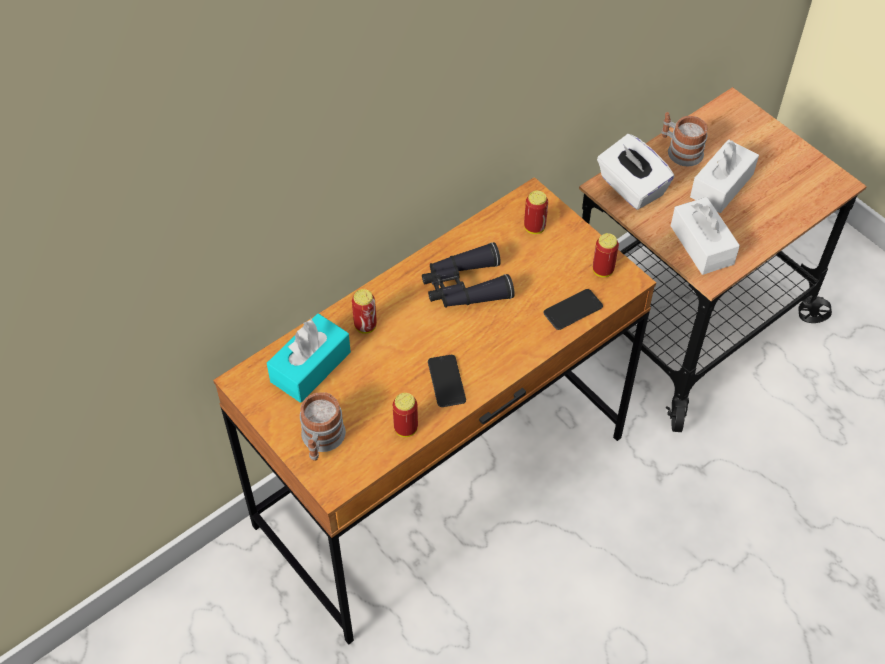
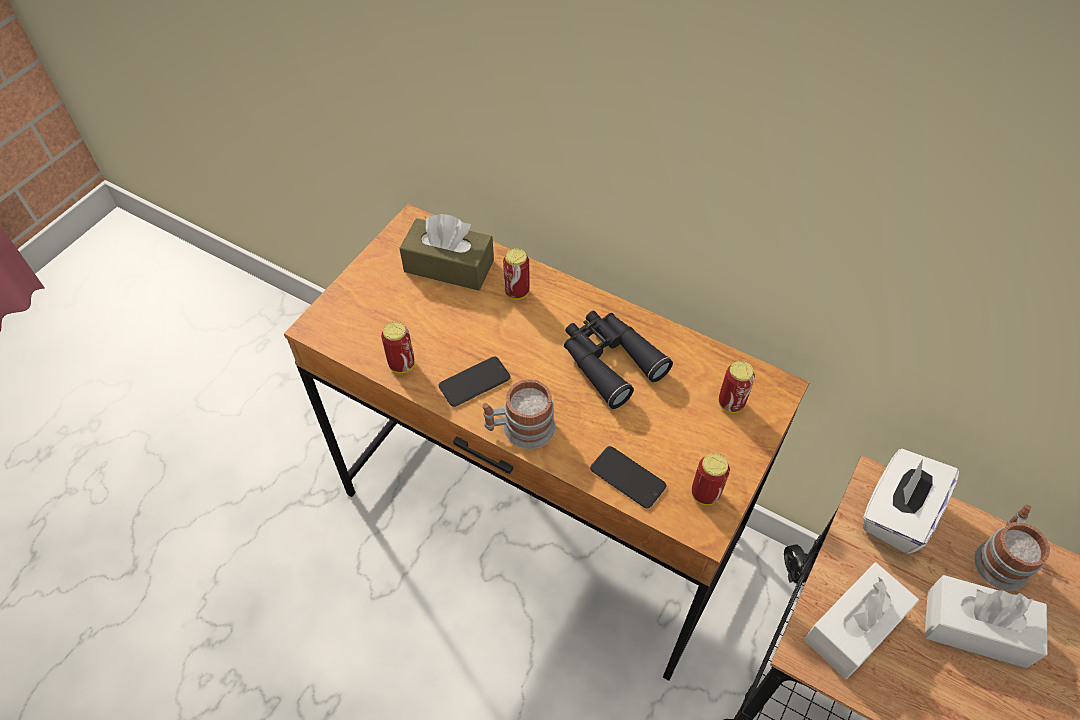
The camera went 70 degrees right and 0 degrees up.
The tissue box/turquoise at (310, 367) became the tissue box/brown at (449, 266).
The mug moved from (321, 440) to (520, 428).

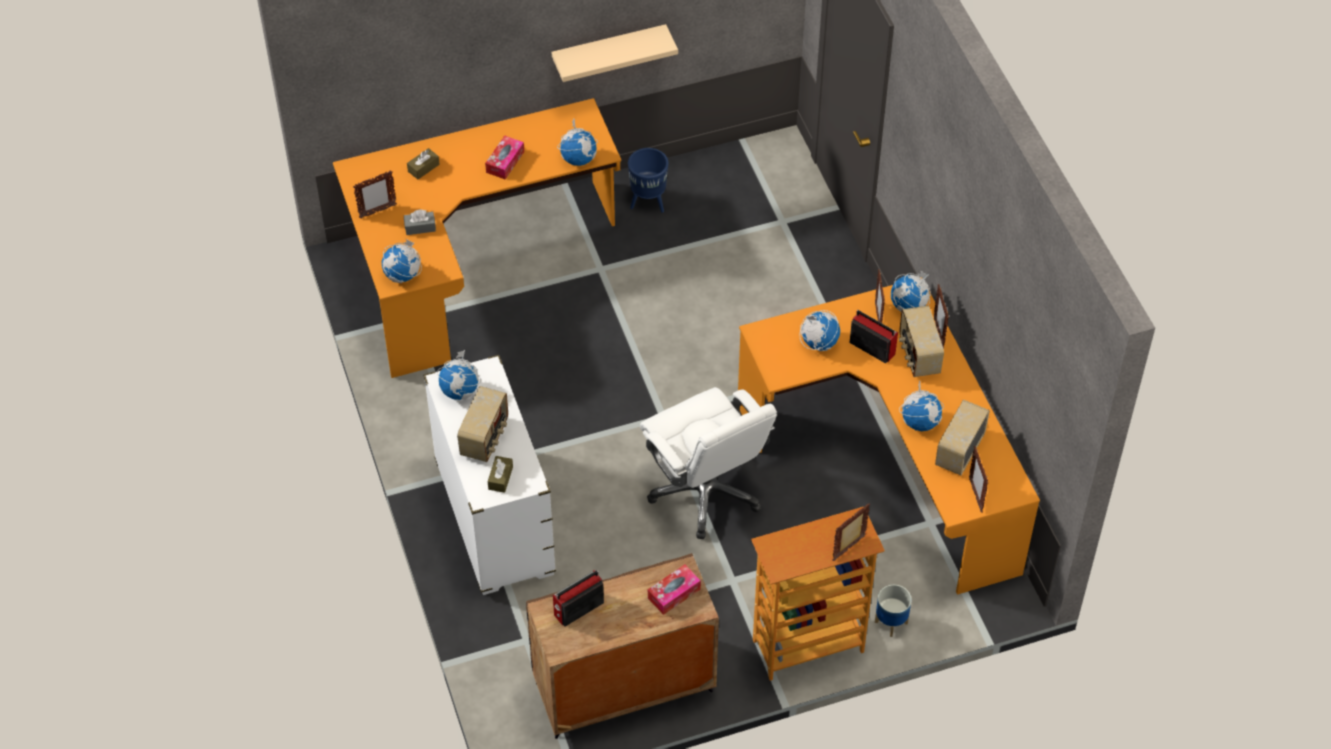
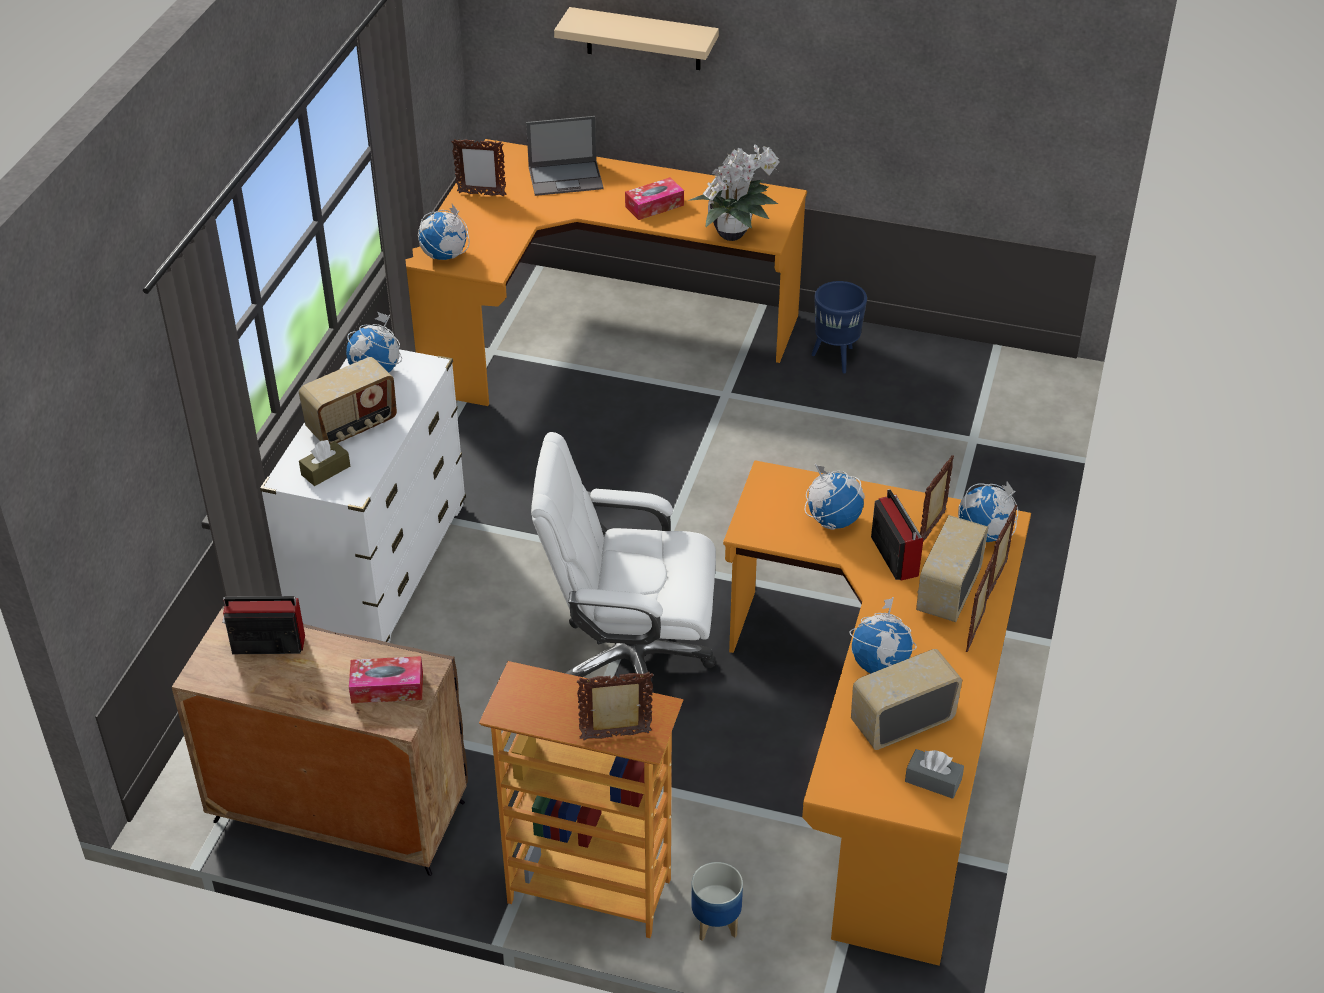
The camera went 35 degrees right and 10 degrees down.
The tissue box/grey moved from (420, 227) to (933, 780).
The tissue box/brown at (423, 168) was replaced by the laptop at (566, 178).
The shelf/beige moved from (609, 51) to (643, 39).
The globe at (578, 159) was replaced by the potted plant at (734, 234).
The office chair/white at (706, 492) turned 90 degrees clockwise.
The picture frame moved from (975, 495) to (976, 631).

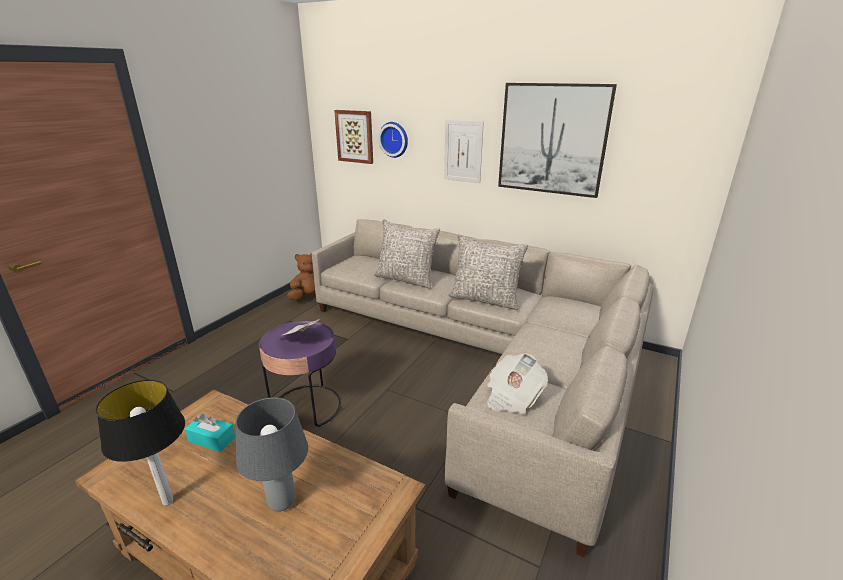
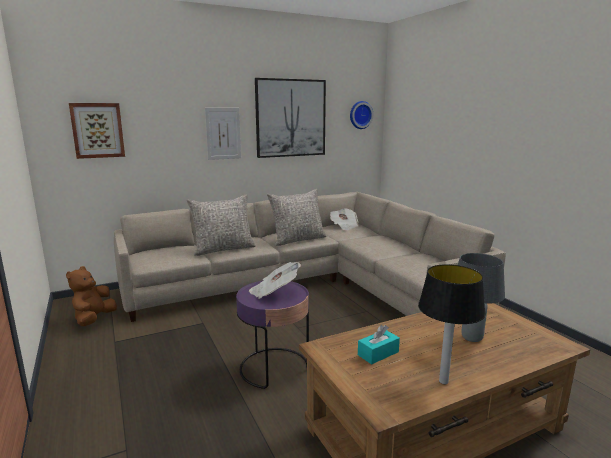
The camera went 55 degrees left and 10 degrees down.
The wall clock moved from (394, 139) to (360, 115).
The newspaper moved from (512, 396) to (344, 226).

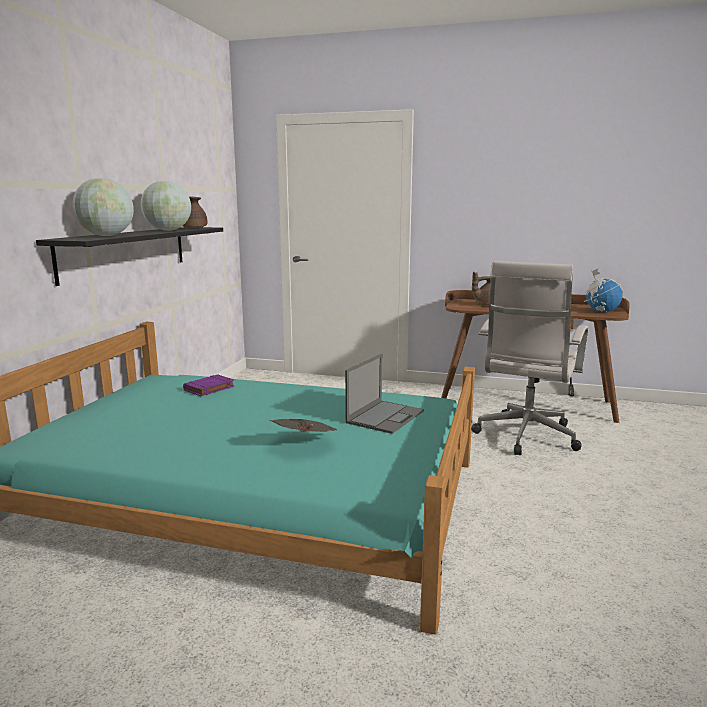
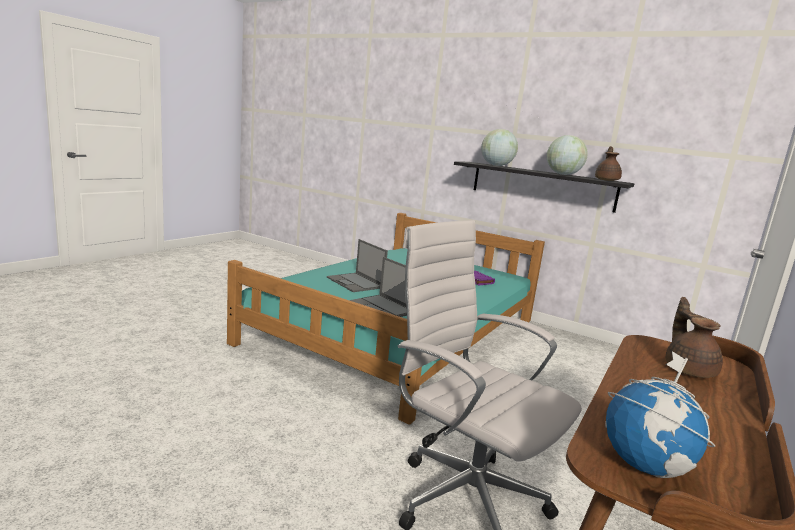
The camera went 105 degrees right and 0 degrees up.
The newspaper at (305, 443) was replaced by the laptop at (355, 283).

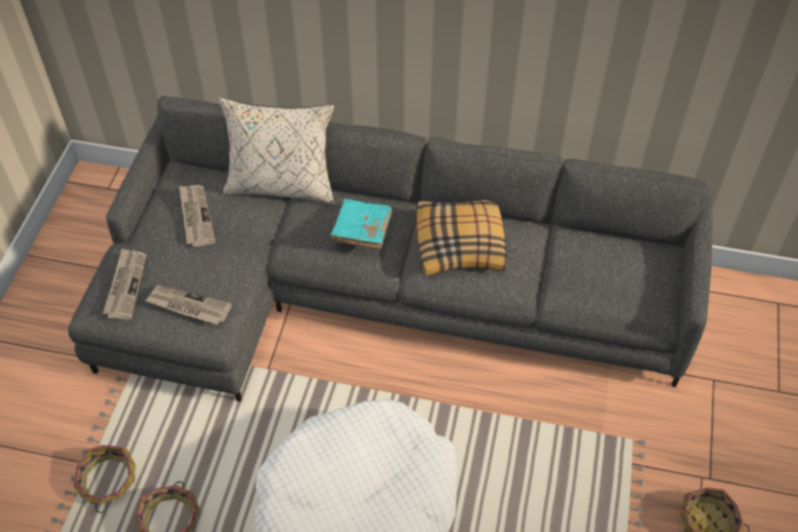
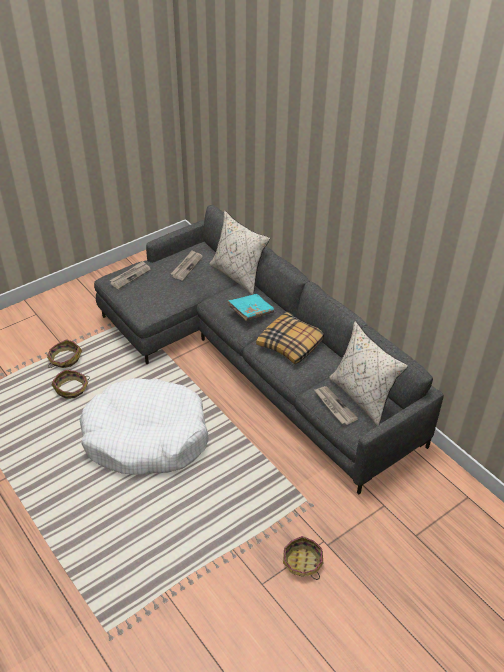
The camera went 40 degrees right and 10 degrees down.
The newspaper moved from (188, 306) to (334, 406).
The pillow/beige at (362, 396) appeared.

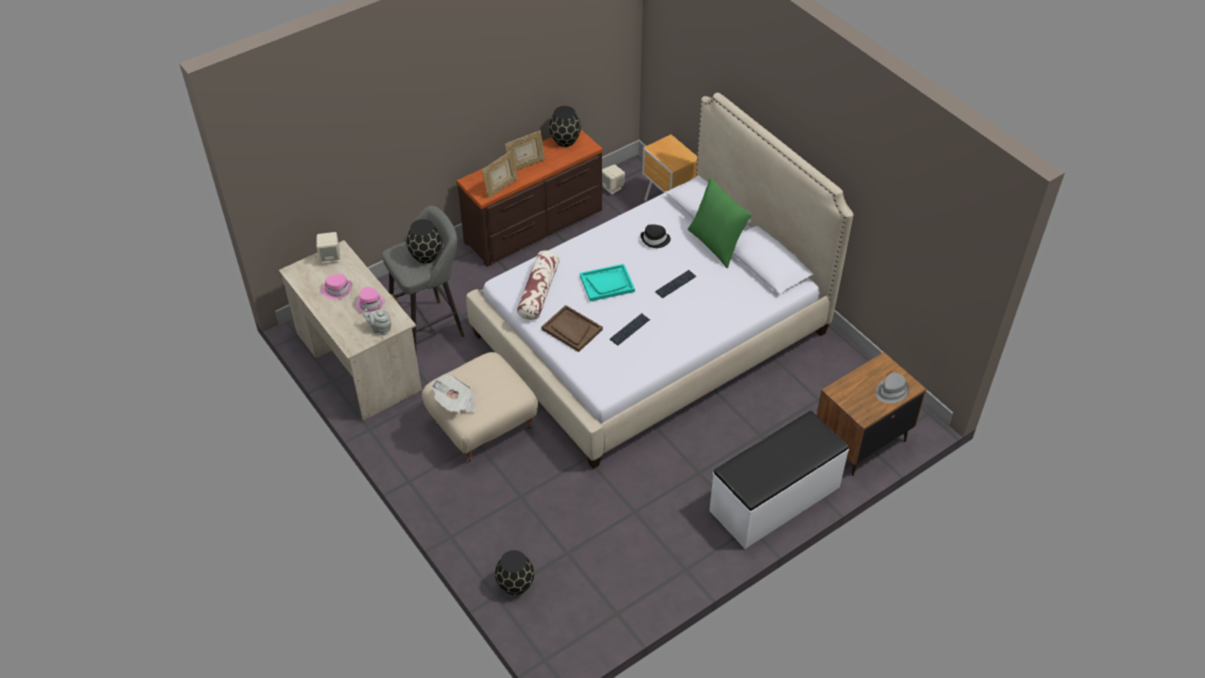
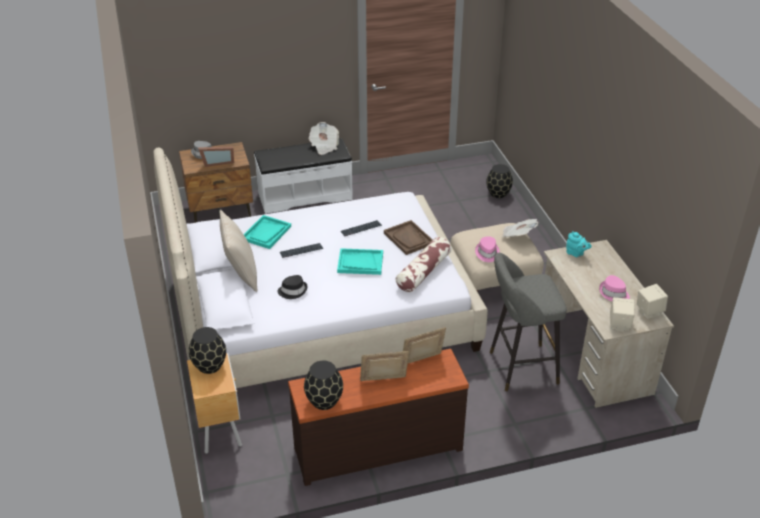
The camera went 160 degrees left and 10 degrees down.
The hat/pink moved from (370, 303) to (487, 253).
The teapot/grey at (380, 329) became the teapot/turquoise at (576, 253).
The vase/black moved from (425, 256) to (210, 365).
The speaker/beige moved from (612, 187) to (649, 311).
The pillow/green at (716, 244) became the pillow/beige at (241, 274).
The picture frame at (217, 162) appeared.
The tray/turquoise at (266, 233) appeared.
The newspaper at (324, 146) appeared.

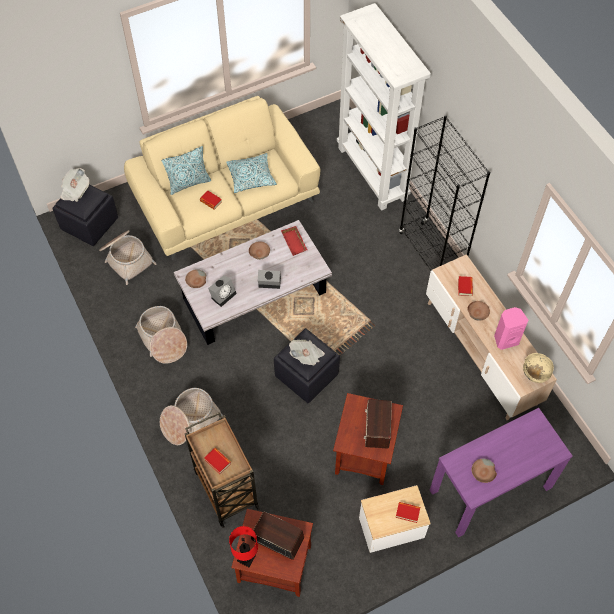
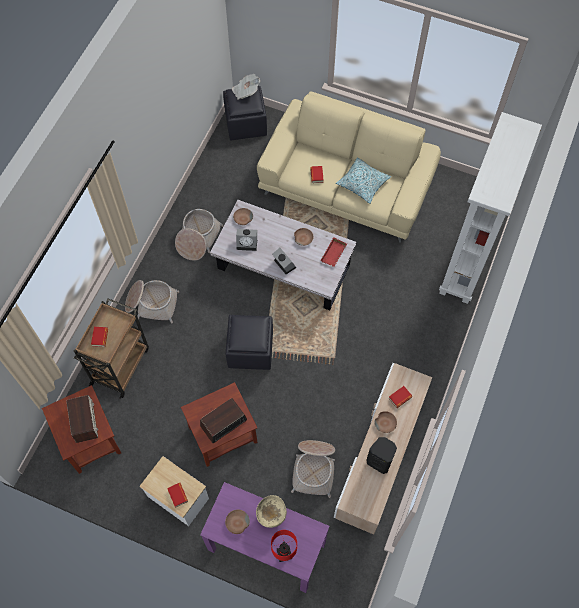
The camera went 50 degrees right and 5 degrees up.
The basket moved from (126, 258) to (314, 468).
The pillow at (189, 183) disappeared.
The table lamp/red moved from (246, 558) to (284, 553).
The newspaper at (306, 356) disappeared.
The bookcase/black at (431, 254) disappeared.
The speaker/pink at (505, 339) became the speaker/black at (380, 461).
The bowl/beige moved from (534, 376) to (271, 515).

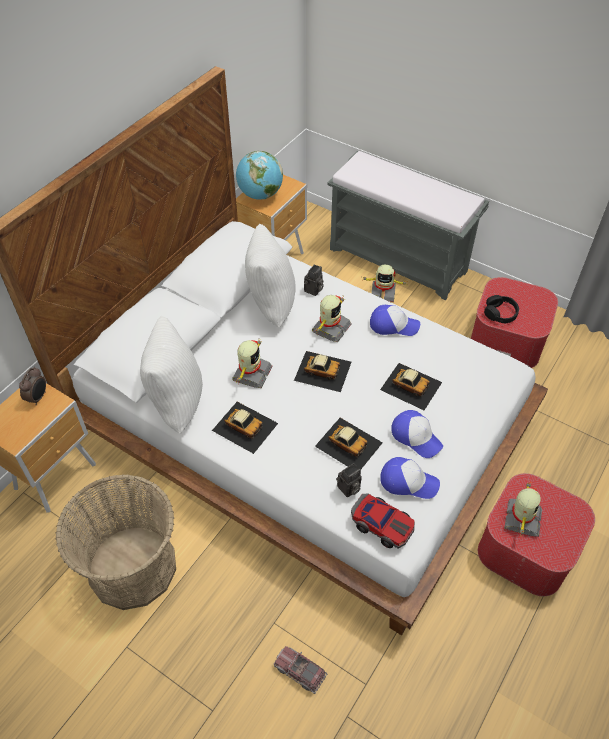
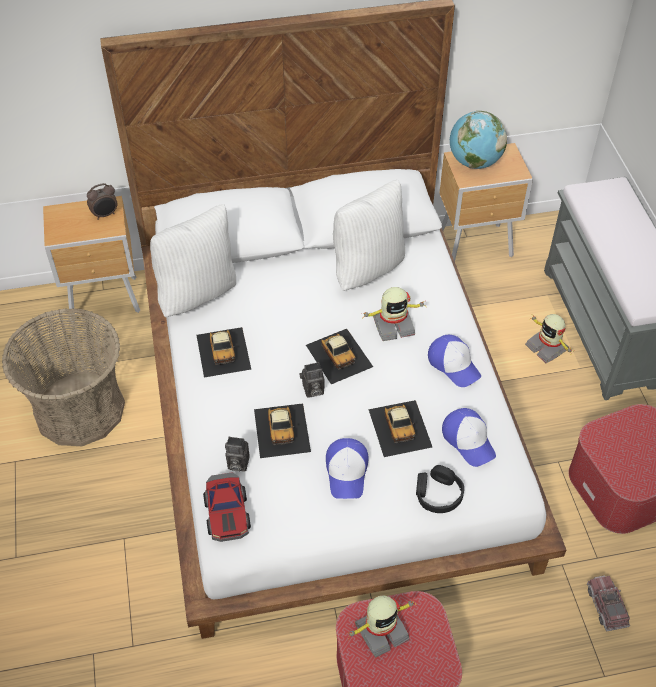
The camera went 45 degrees right and 0 degrees up.
The toy robot at (251, 374) disappeared.
The toy truck moved from (300, 671) to (606, 606).
The photo camera moved from (313, 290) to (312, 390).
The cap moved from (408, 481) to (468, 440).
The headphones/black moved from (500, 313) to (438, 494).

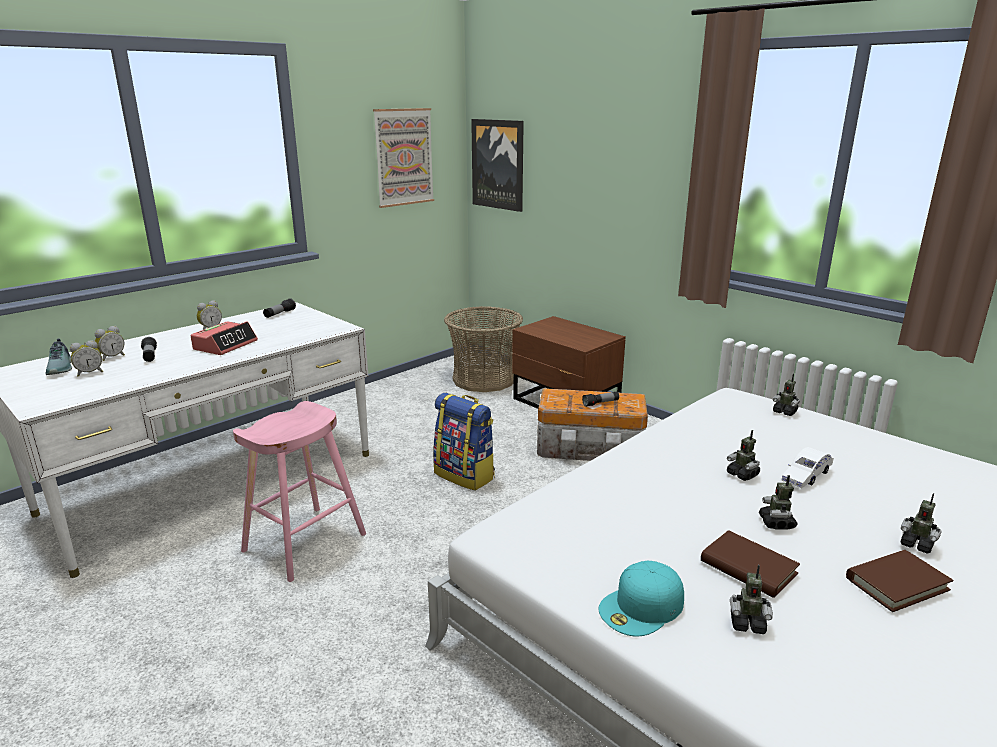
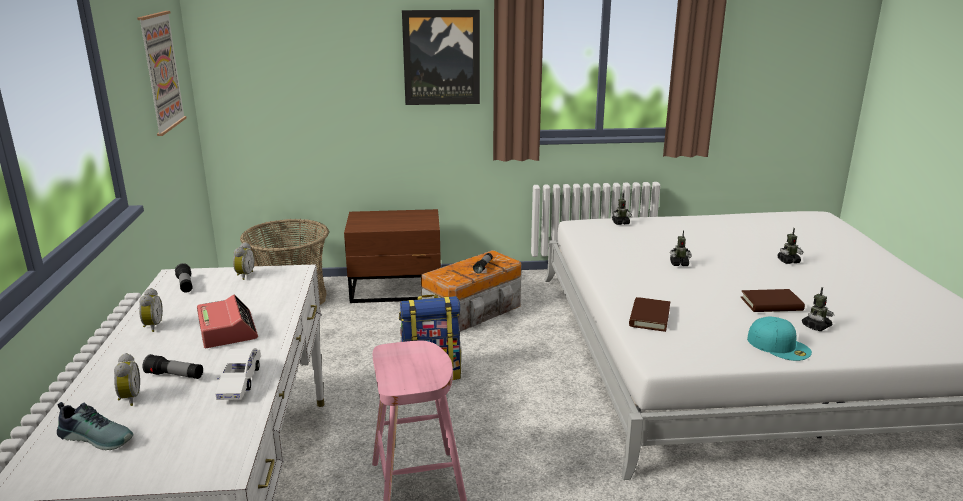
The camera went 50 degrees left and 0 degrees up.
The alarm clock moved from (90, 373) to (244, 275).
The picture moved from (498, 164) to (441, 57).
The cap/turquoise at (642, 607) turned 45 degrees counterclockwise.
The toy robot at (776, 523) disappeared.
The toy car/white moved from (806, 476) to (240, 382).
The book/brown moved from (896, 584) to (649, 317).

